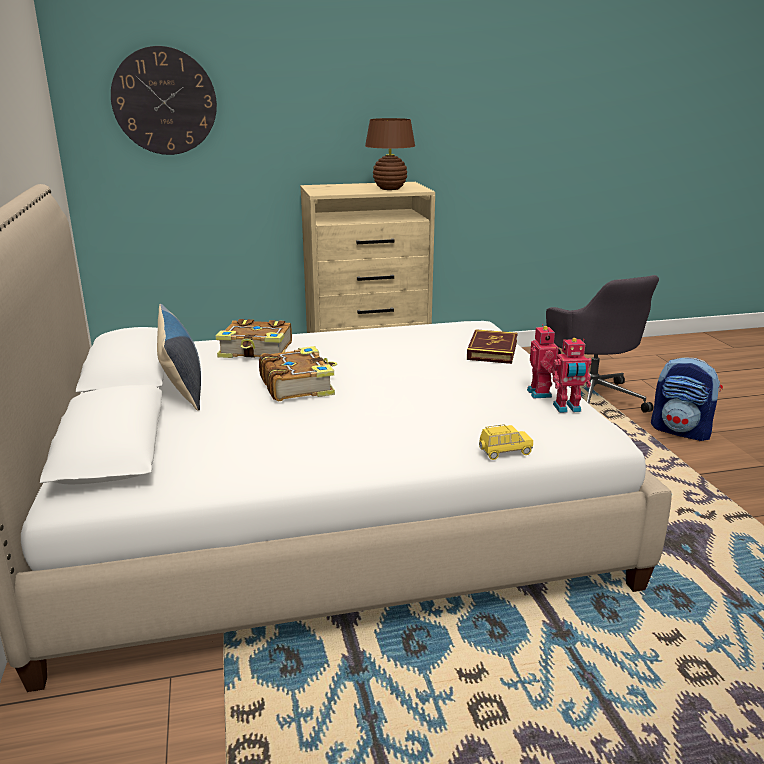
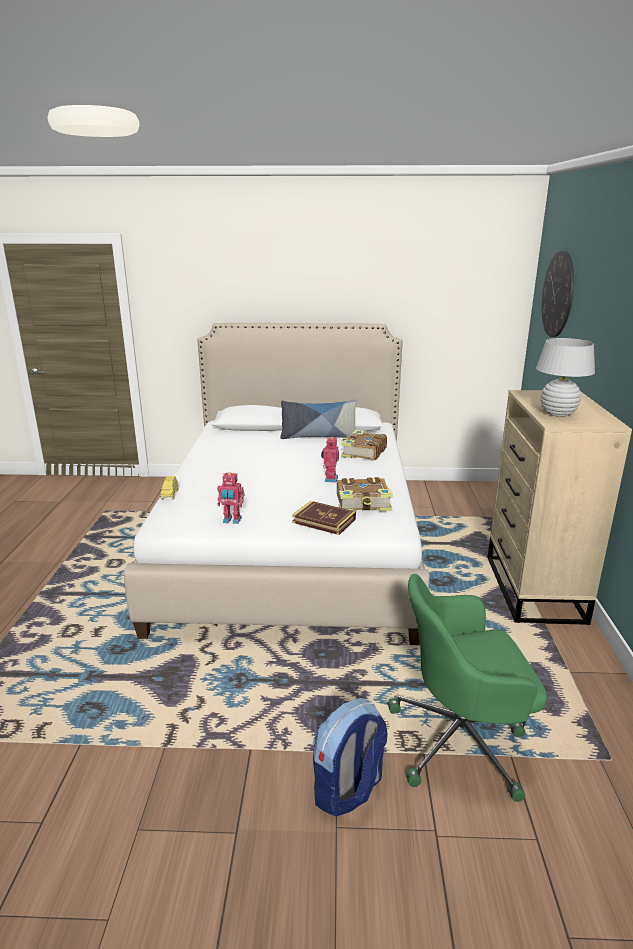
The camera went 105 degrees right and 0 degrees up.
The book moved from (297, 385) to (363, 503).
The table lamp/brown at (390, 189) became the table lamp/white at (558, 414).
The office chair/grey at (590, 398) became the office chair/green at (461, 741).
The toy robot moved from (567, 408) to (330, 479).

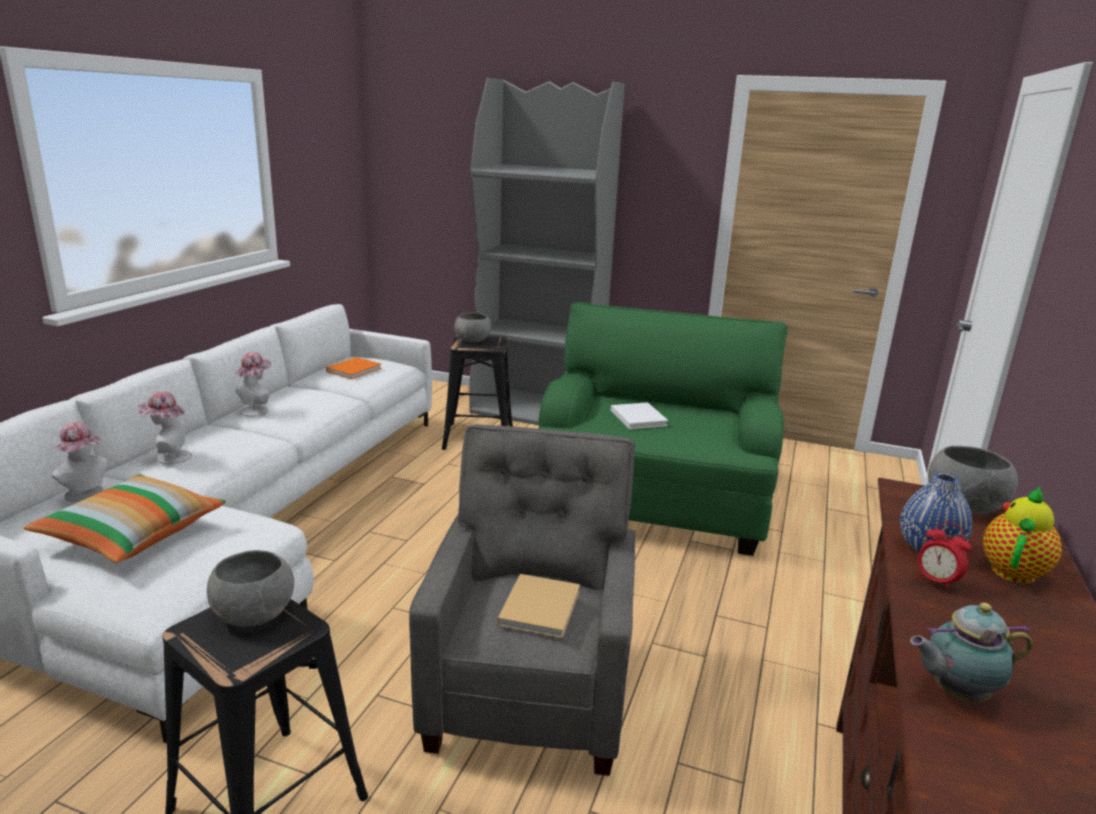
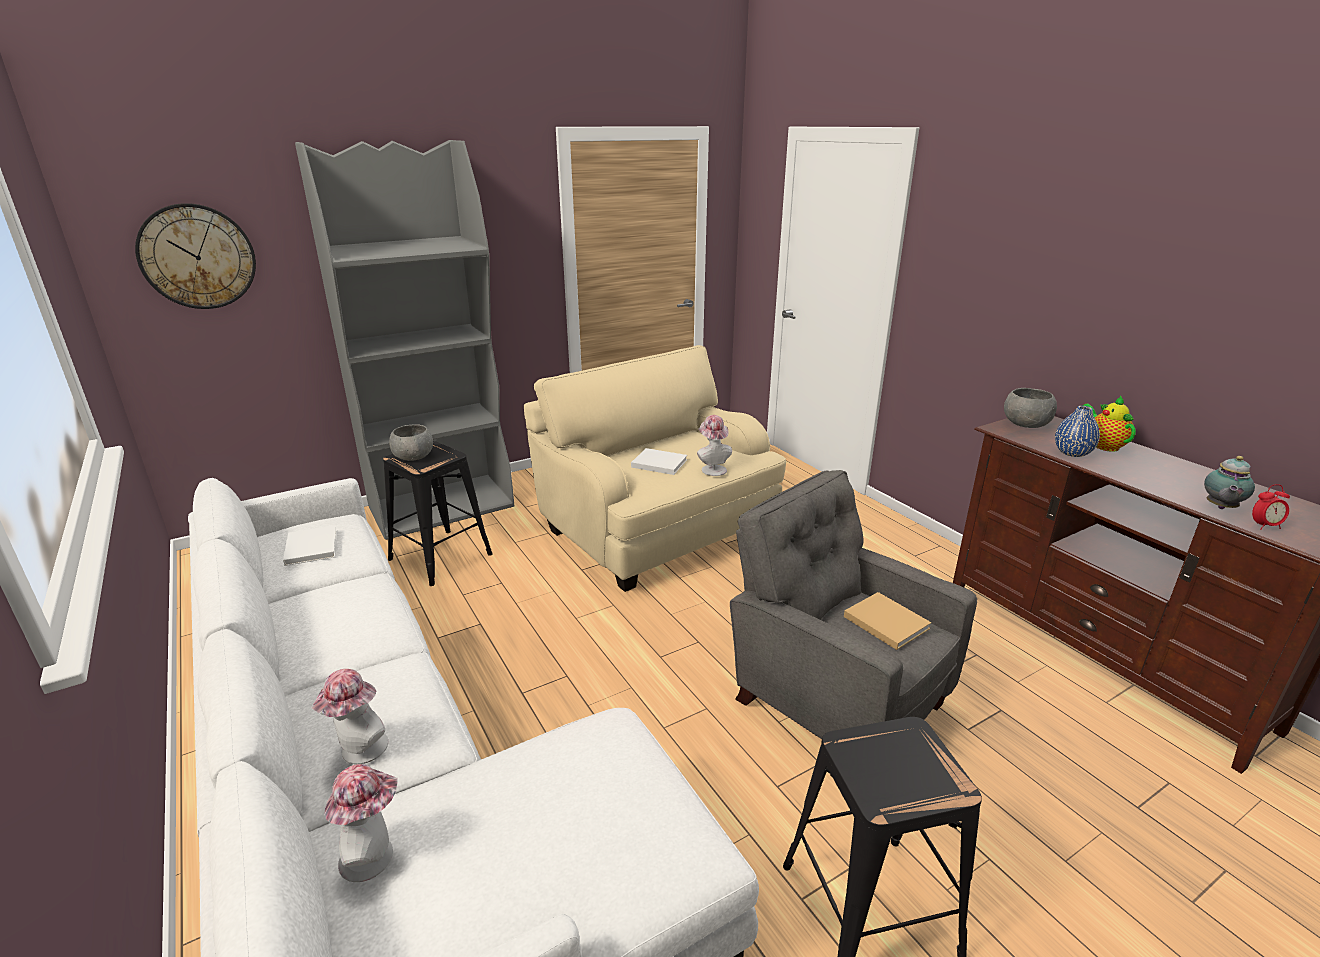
The camera went 50 degrees left and 5 degrees up.
The pillow at (133, 535) disappeared.
The bowl/grey at (255, 614) disappeared.
The hat moved from (257, 410) to (712, 469).
The book/orange at (355, 370) became the book/white at (312, 546).
The armchair/green at (654, 498) became the armchair/beige at (656, 528).
The alarm clock moved from (935, 582) to (1264, 526).
The wall clock at (197, 257) appeared.

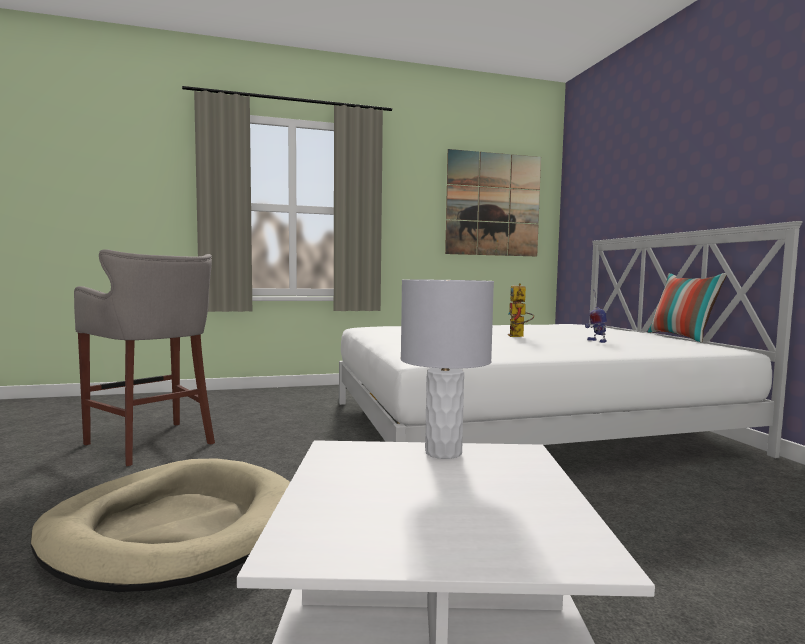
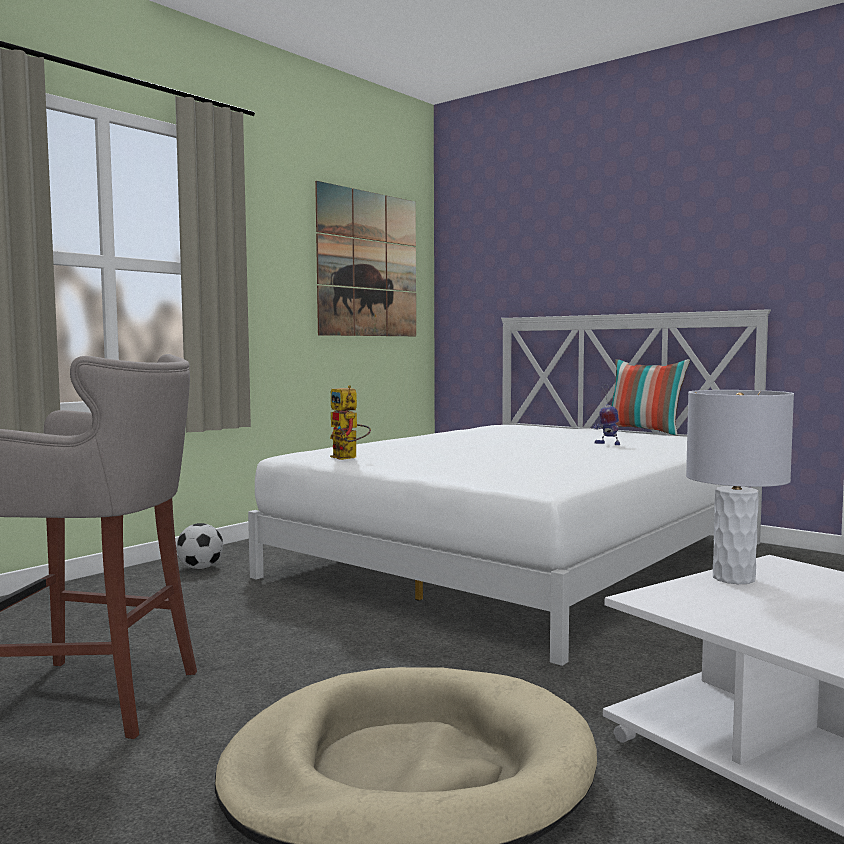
The camera went 35 degrees left and 0 degrees up.
The toy robot moved from (518, 336) to (349, 458).
The football at (200, 568) appeared.

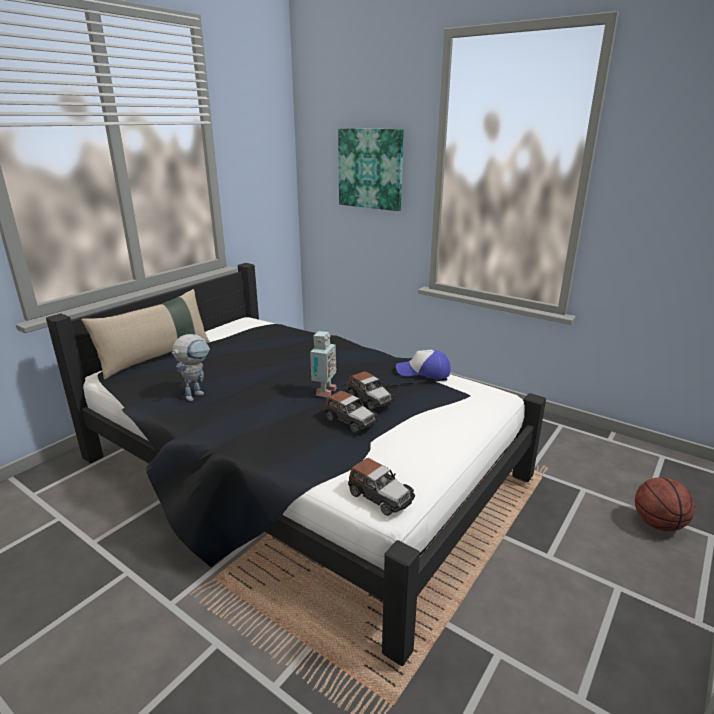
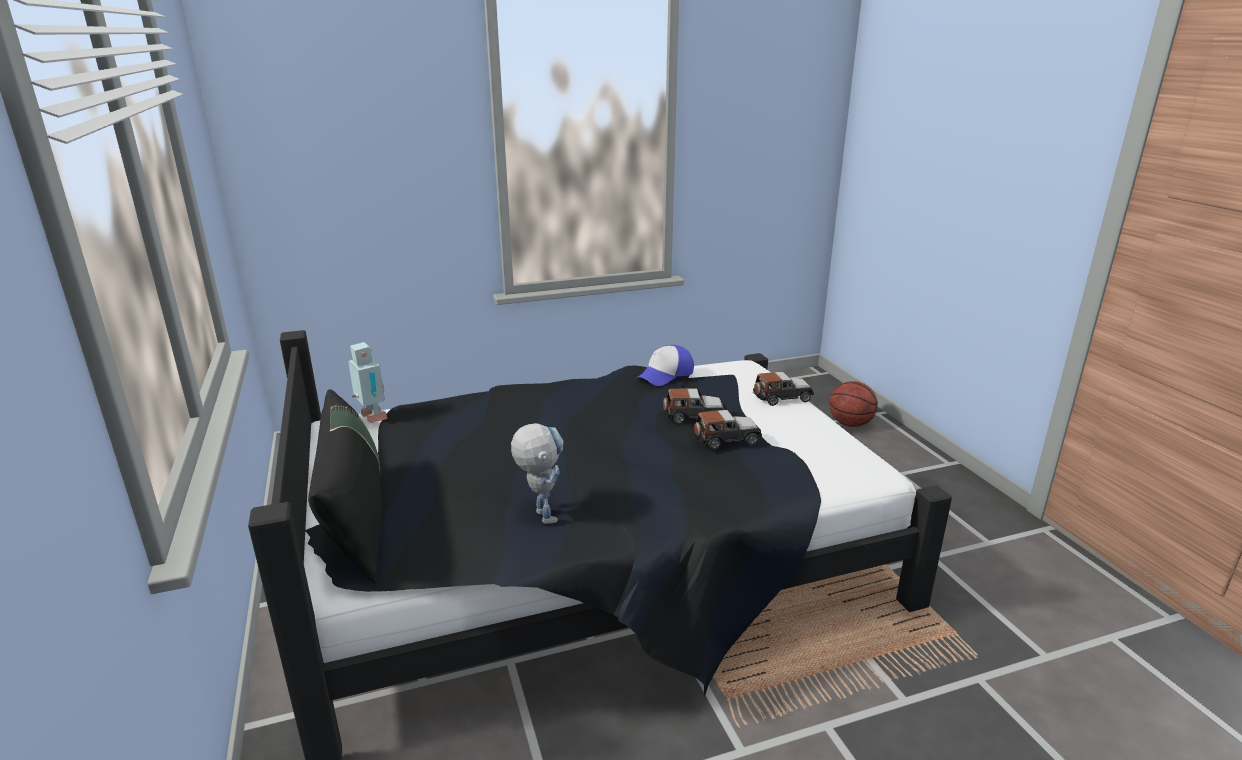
The camera went 55 degrees left and 0 degrees up.
The pillow/beige at (156, 357) became the pillow/black at (357, 521).
The toy robot moved from (323, 392) to (372, 418).
The picture at (371, 169) disappeared.
The toy car moved from (380, 496) to (782, 397).

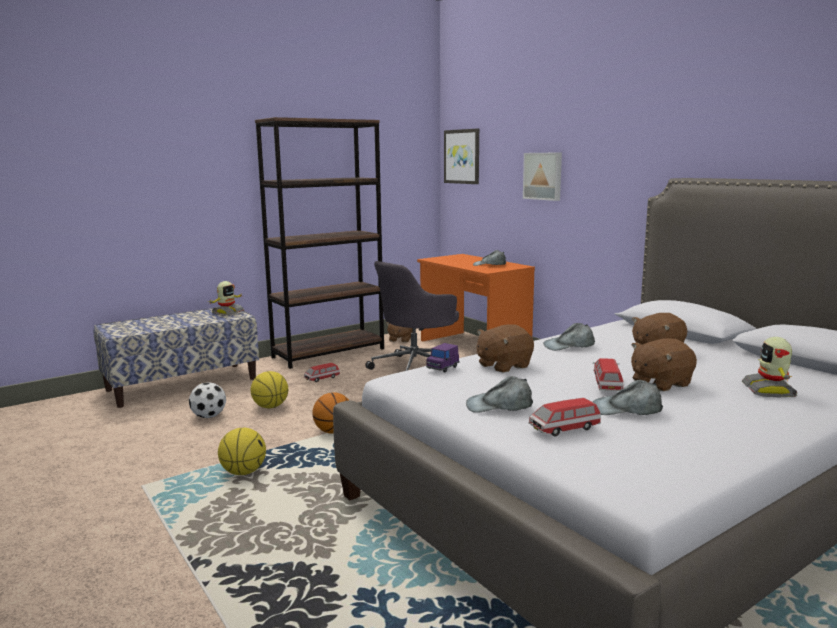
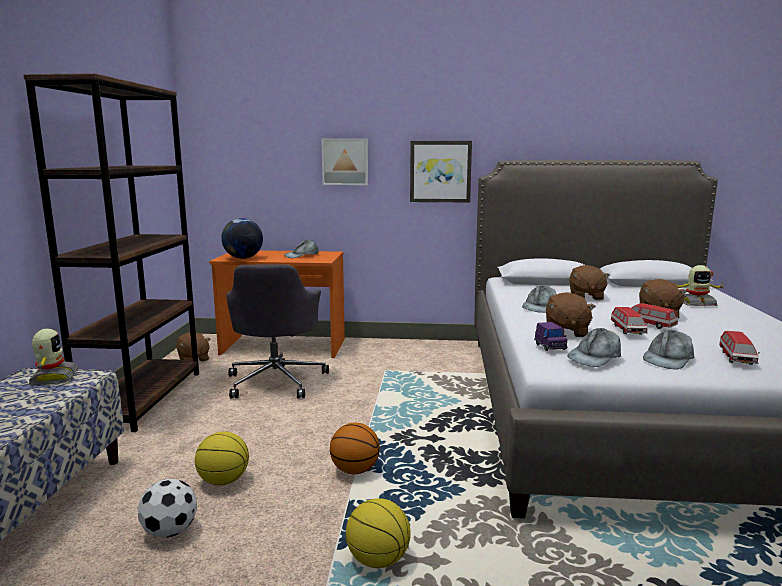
The camera went 50 degrees left and 0 degrees up.
The toy car moved from (322, 378) to (627, 330).
The picture moved from (462, 156) to (440, 171).
The cap/grey moved from (627, 409) to (595, 356).
The toy robot at (770, 390) turned 45 degrees counterclockwise.
The globe at (243, 258) appeared.

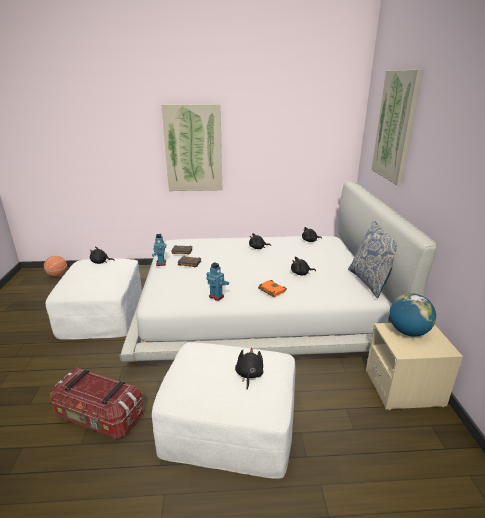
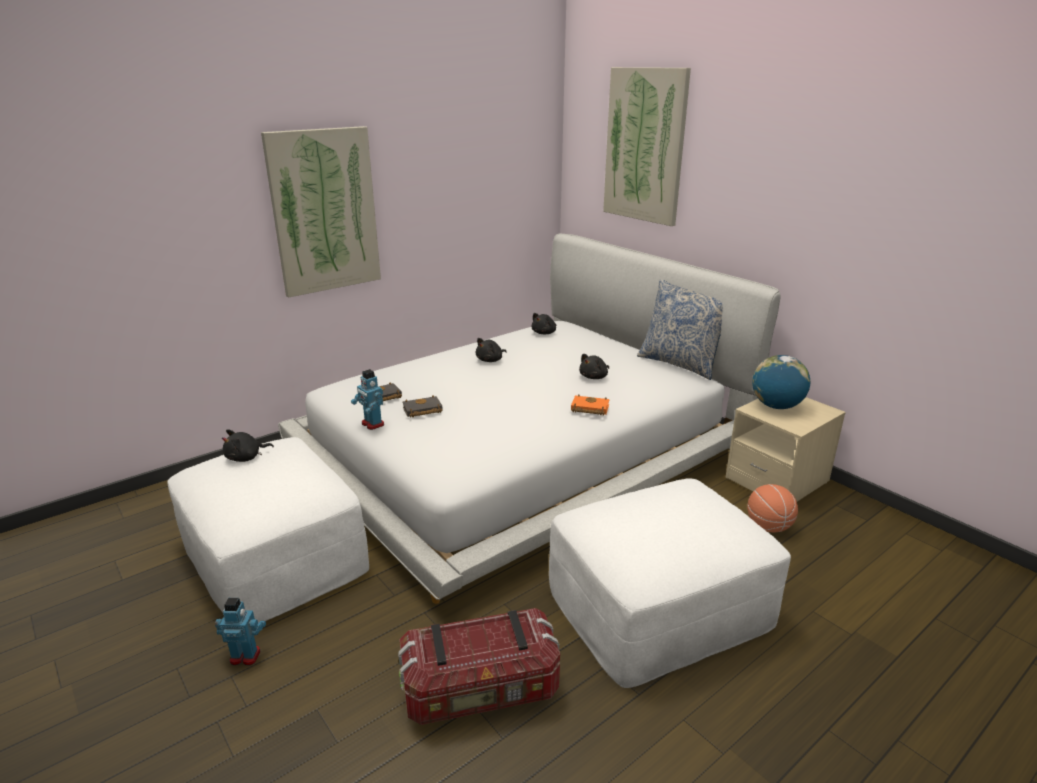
The camera went 35 degrees left and 0 degrees up.
The basketball moved from (57, 275) to (768, 526).
The toy robot moved from (216, 296) to (245, 656).
The plush toy/black at (249, 375) disappeared.

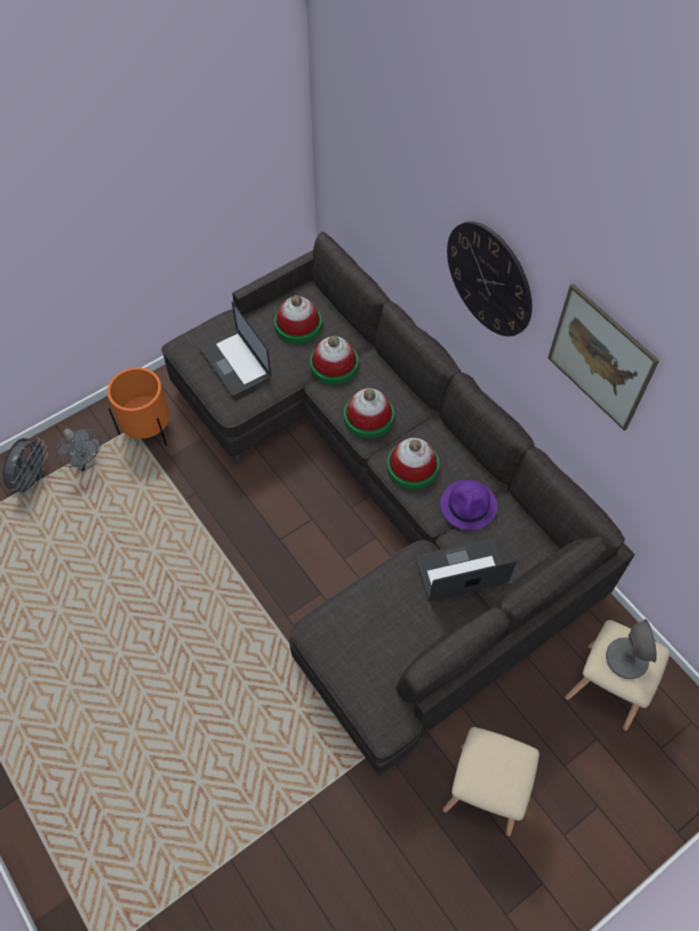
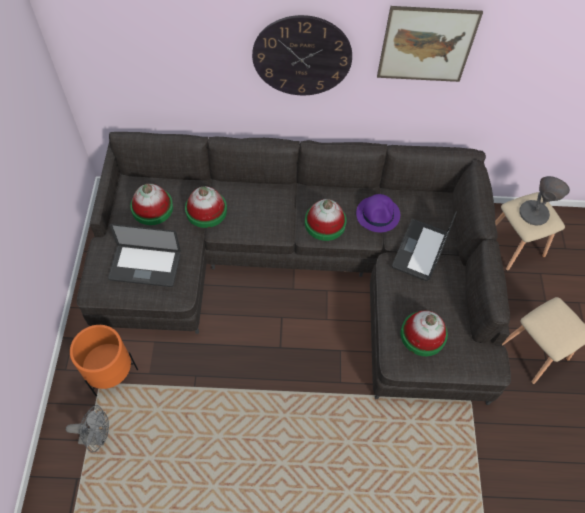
The camera went 55 degrees left and 0 degrees up.
The fan/grey at (32, 479) disappeared.
The hat moved from (368, 417) to (423, 335).

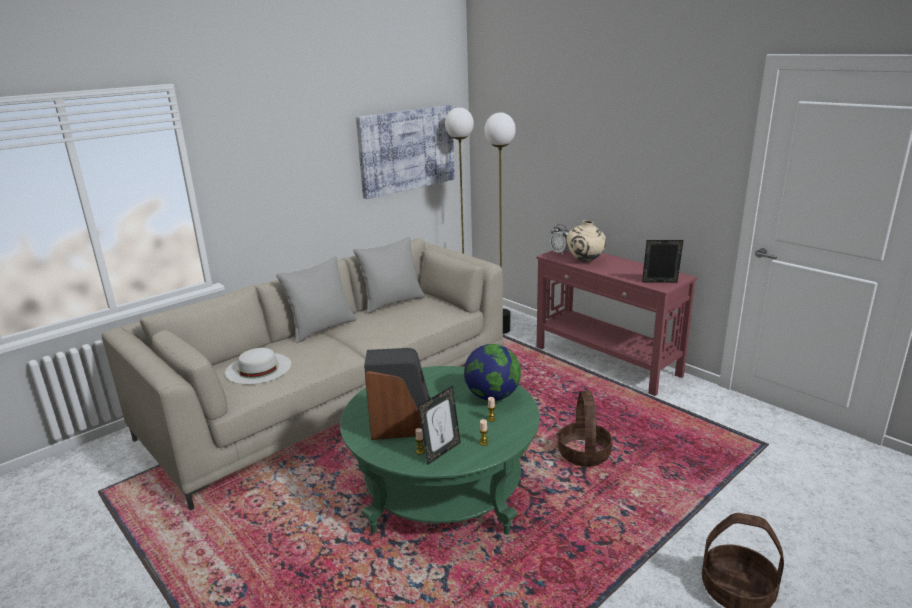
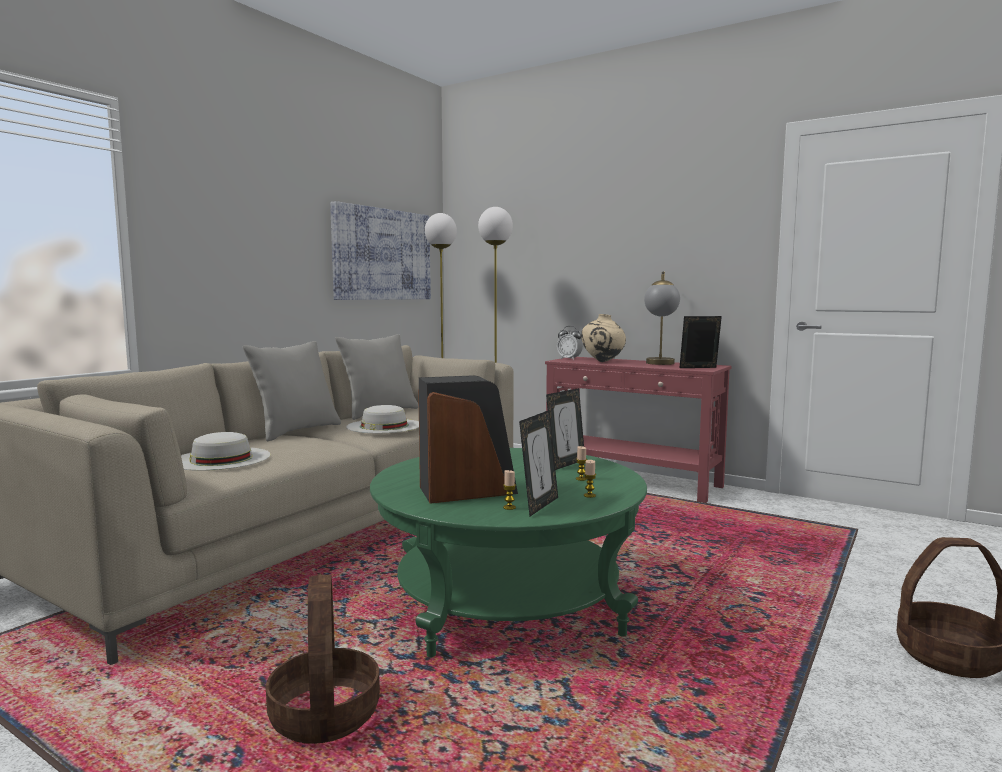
The camera went 15 degrees left and 15 degrees down.
The globe at (492, 396) was replaced by the picture frame at (565, 464).
The basket moved from (583, 453) to (324, 715).
The hat/white at (384, 426) appeared.
The table lamp at (660, 364) appeared.

